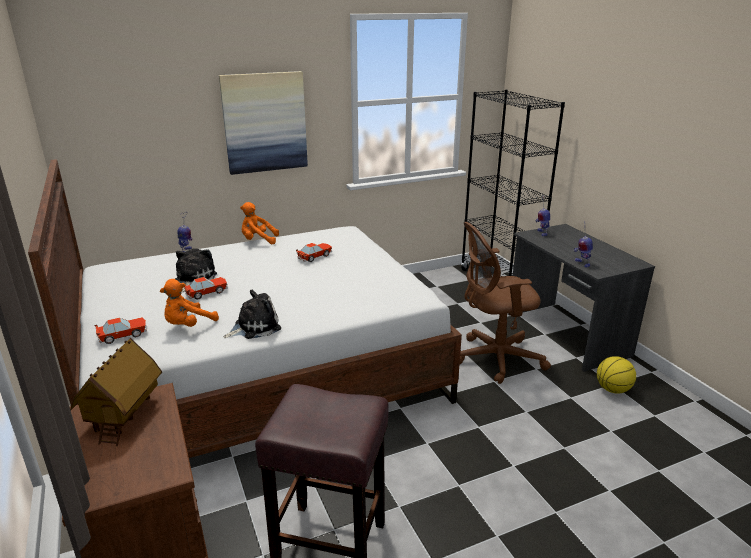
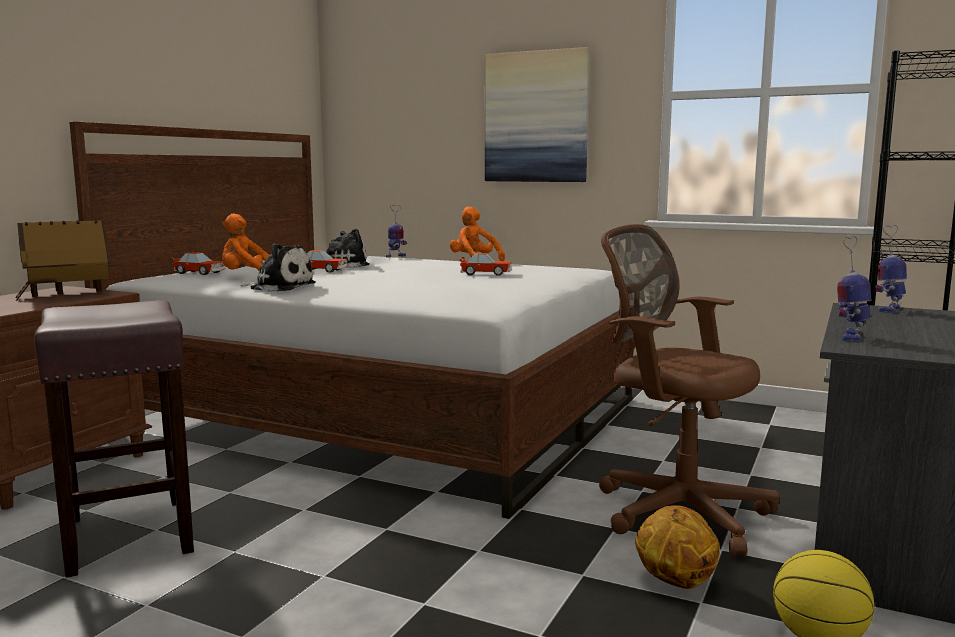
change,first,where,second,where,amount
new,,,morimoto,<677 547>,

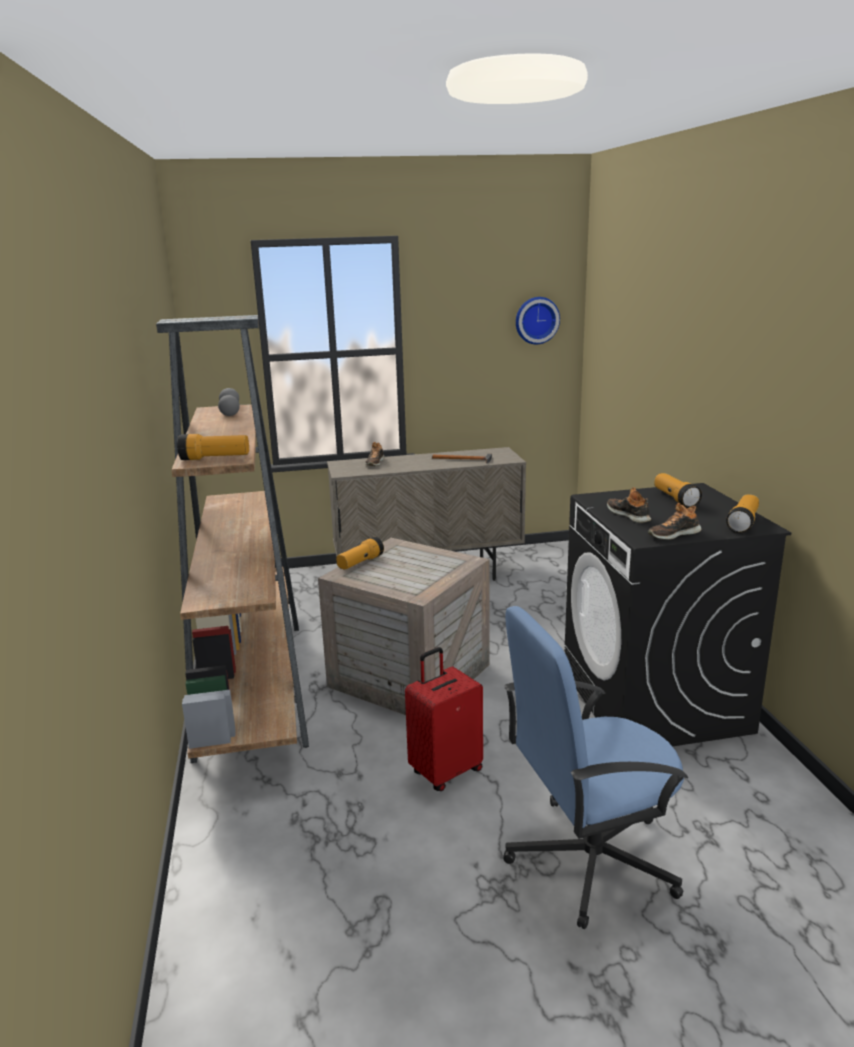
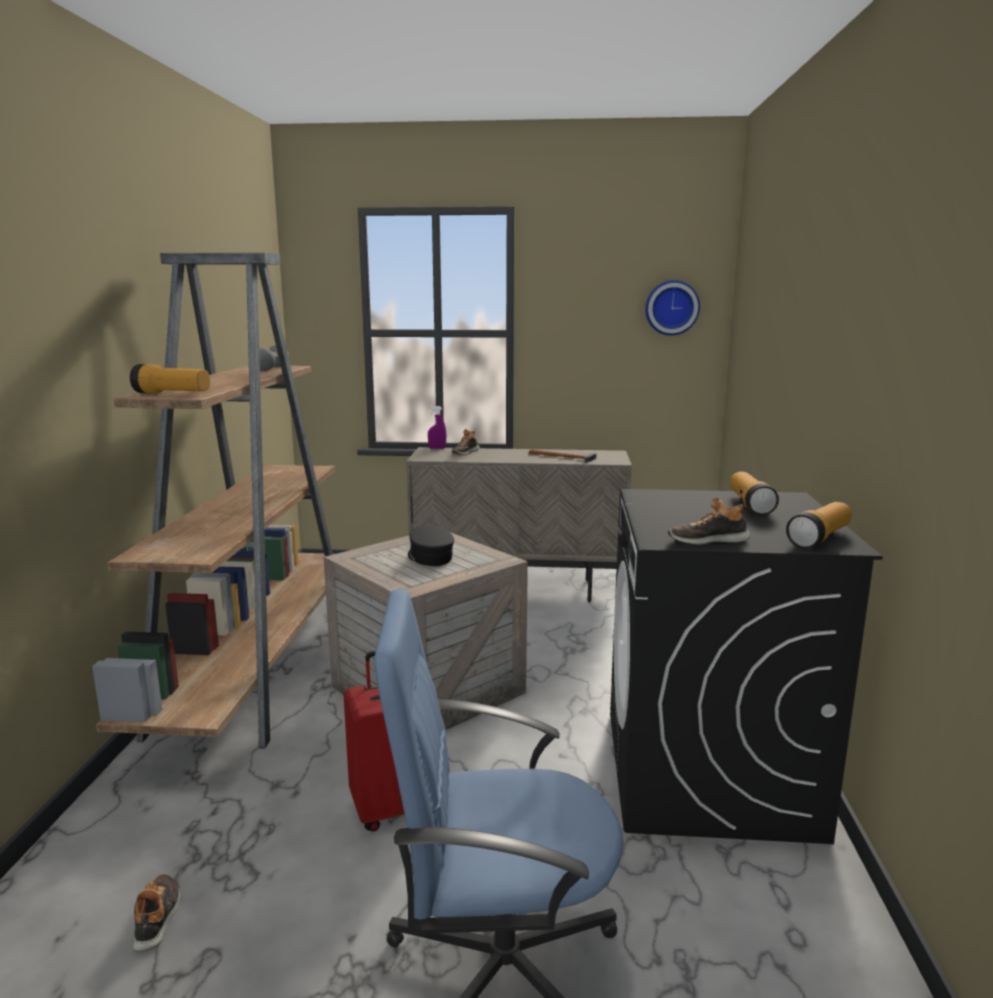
change,first,where,second,where,amount
shifted,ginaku,<629 505>,,<156 913>,
gone,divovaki,<360 553>,,,
new,,,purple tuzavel,<437 427>,
new,,,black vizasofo,<431 545>,

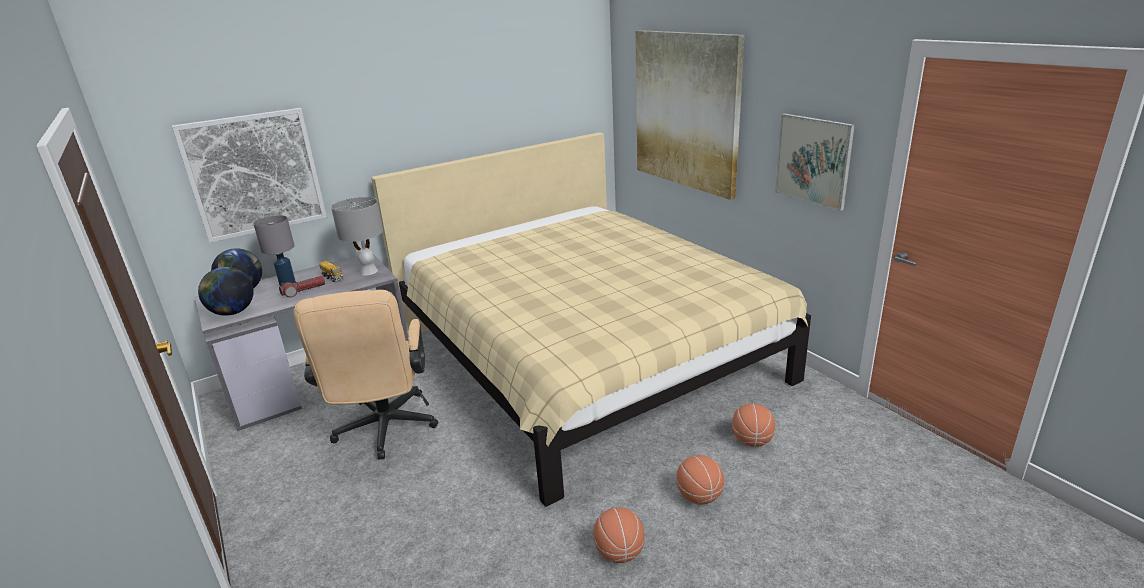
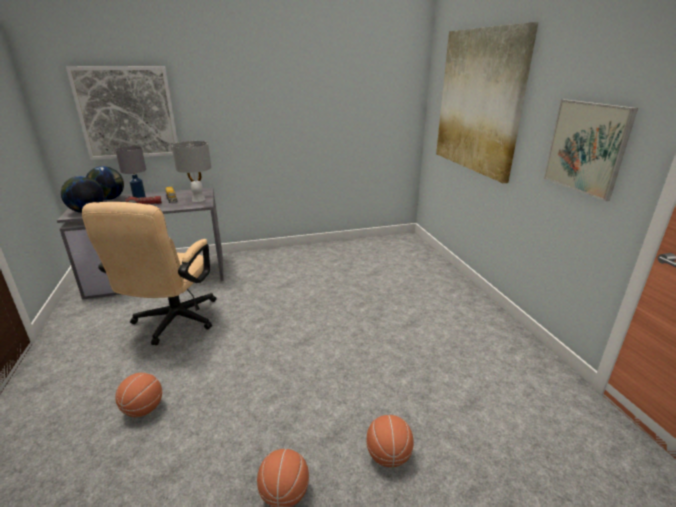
change,first,where,second,where,amount
gone,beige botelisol,<591 319>,,,
shifted,morimoto,<753 425>,,<138 395>,

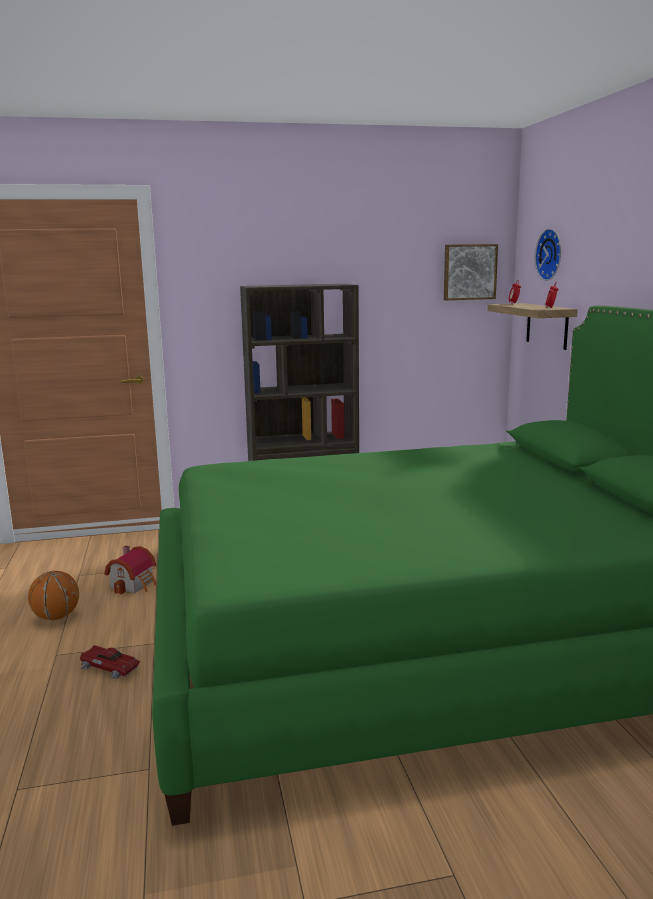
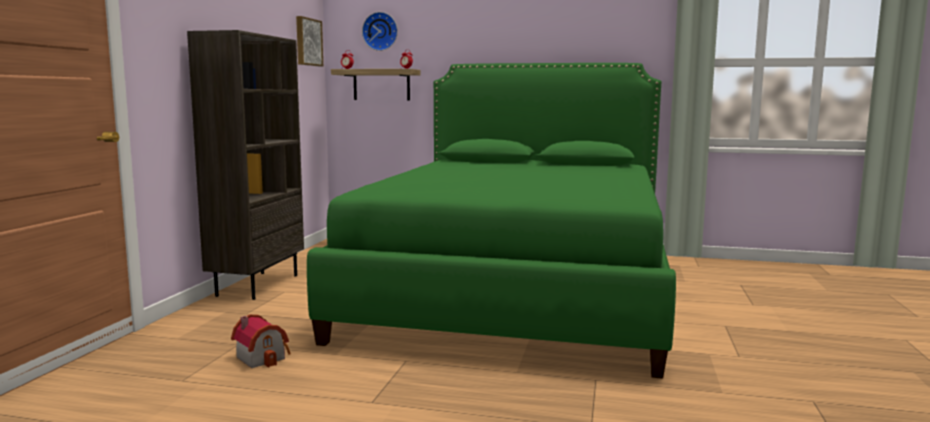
change,first,where,second,where,amount
gone,morimoto,<53 595>,,,
gone,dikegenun,<110 662>,,,

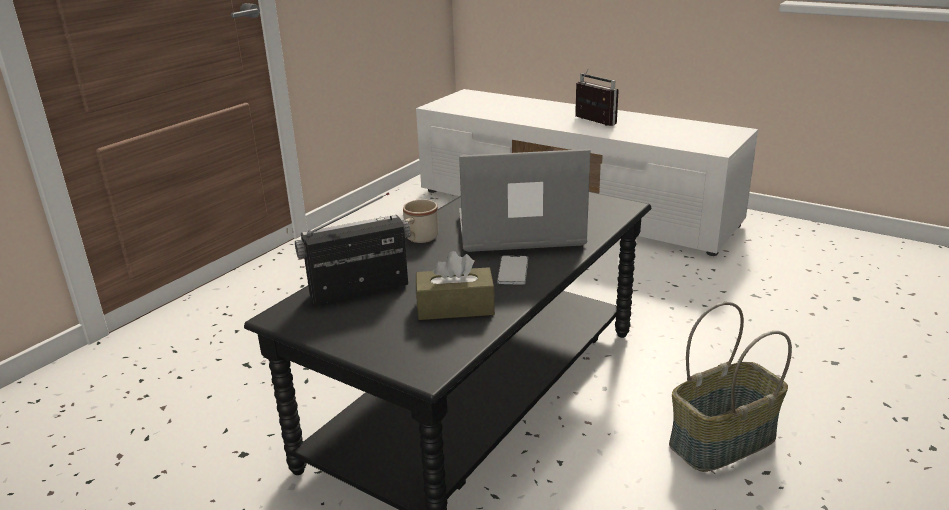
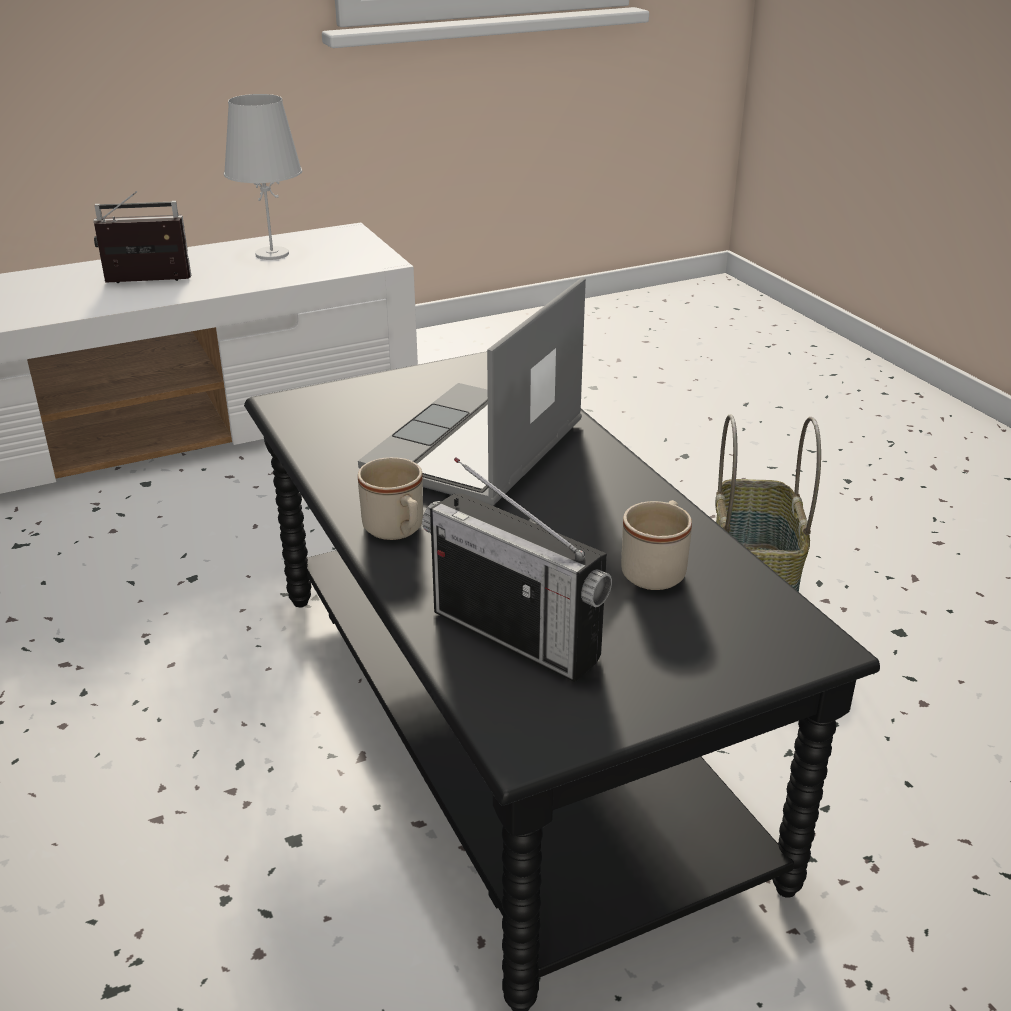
change,first,where,second,where,amount
rotated,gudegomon,<353 248>,,<517 569>,60 degrees counterclockwise
swapped,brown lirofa,<455 285>,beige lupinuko,<656 545>,
gone,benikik,<512 270>,,,
new,,,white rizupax,<263 177>,

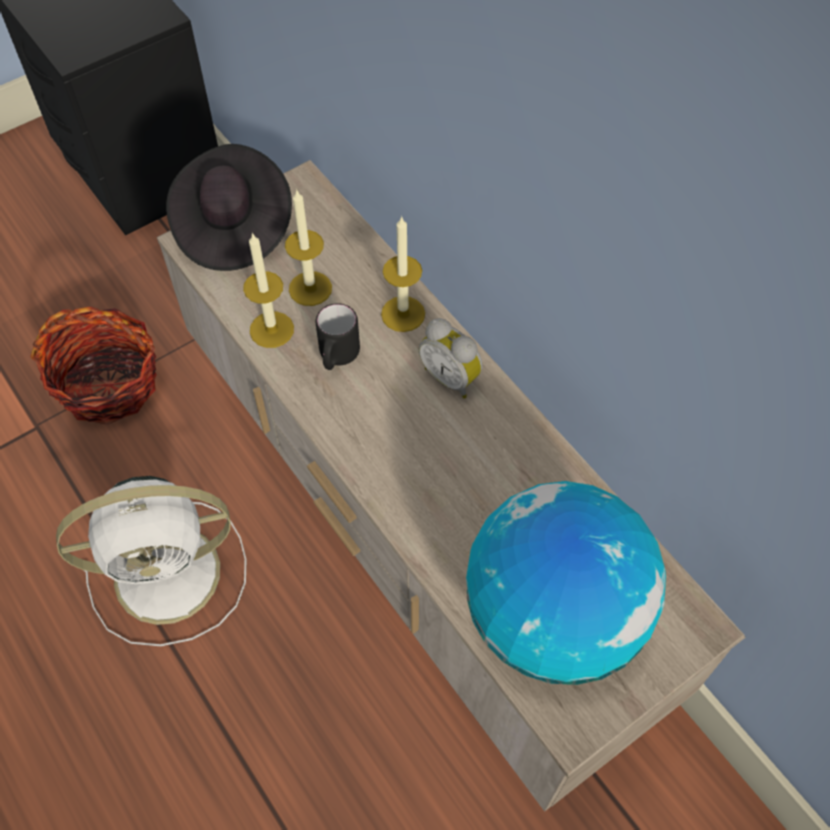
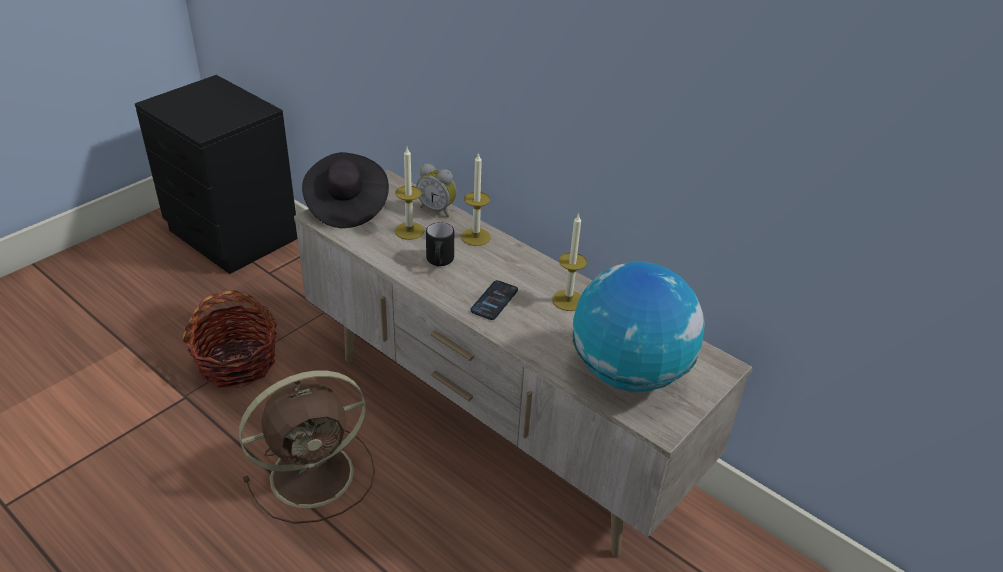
change,first,where,second,where,amount
shifted,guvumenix,<268 290>,,<569 262>,
shifted,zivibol,<450 358>,,<436 190>,
repainted,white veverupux,<151 561>,brown veverupux,<307 447>,
new,,,benikik,<494 300>,

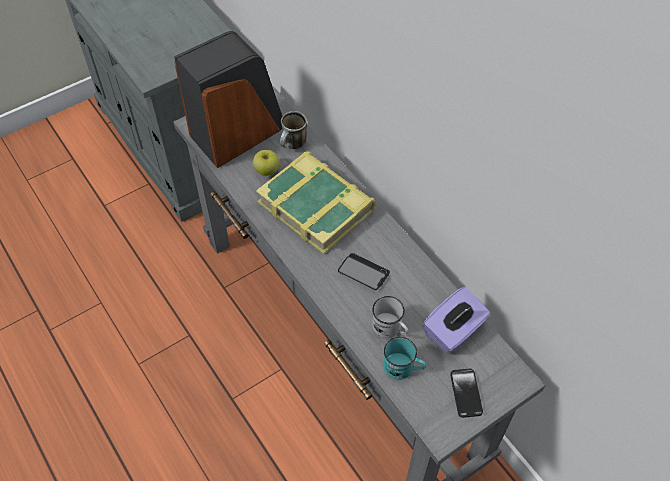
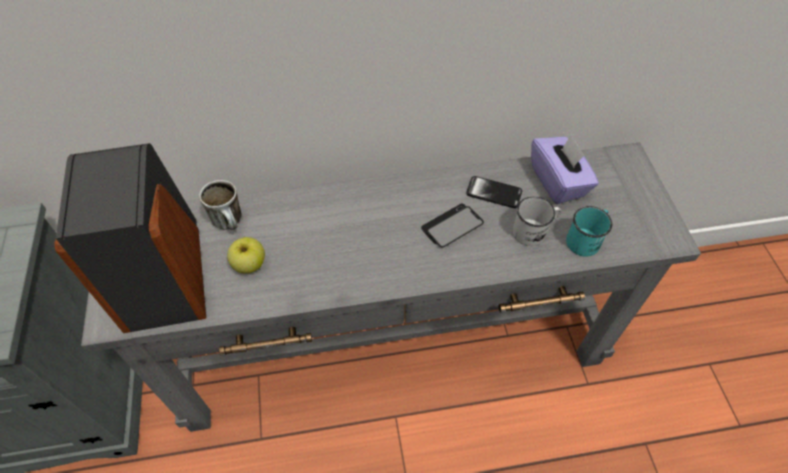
change,first,where,second,where,amount
gone,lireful,<316 203>,,,
shifted,benikik,<466 393>,,<494 192>,

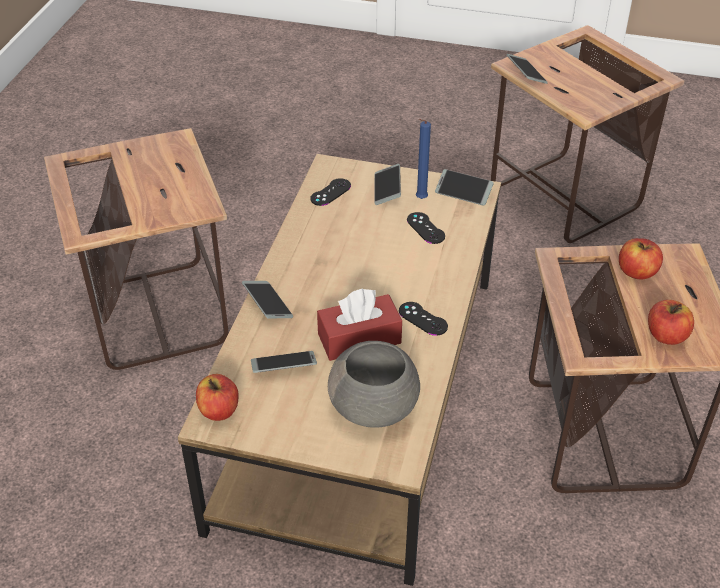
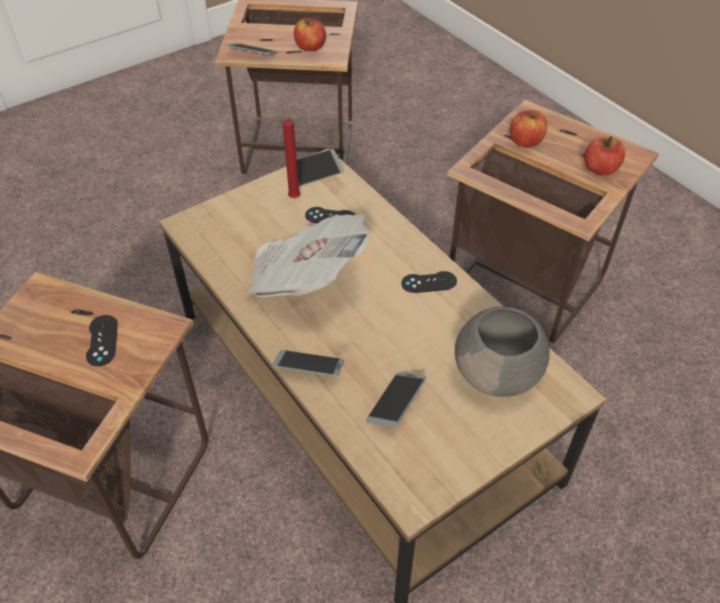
change,first,where,second,where,amount
repainted,blue guvumenix,<423 159>,red guvumenix,<291 158>,
gone,benikik,<388 184>,,,
shifted,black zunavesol,<330 192>,,<102 340>,
gone,red lirofa,<359 325>,,,
shifted,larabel,<217 397>,,<310 35>,
new,,,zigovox,<308 255>,

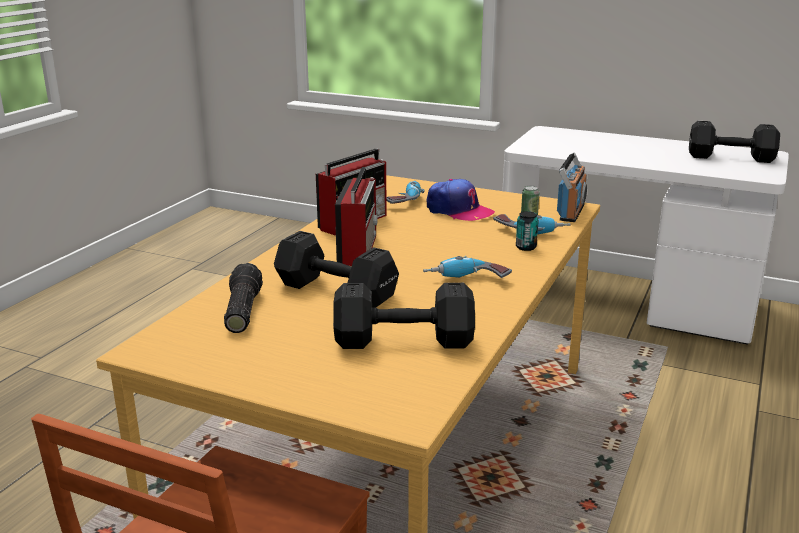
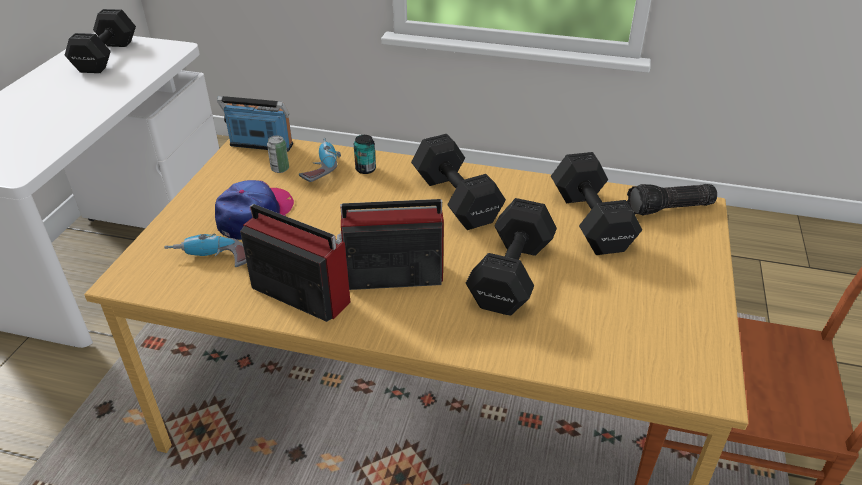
change,first,where,second,where,amount
swapped,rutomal,<467 267>,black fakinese,<458 182>,
shifted,divovaki,<243 298>,,<672 199>,

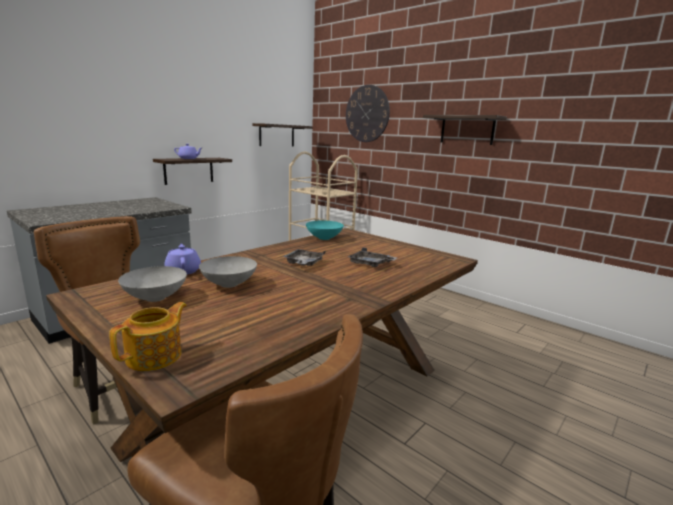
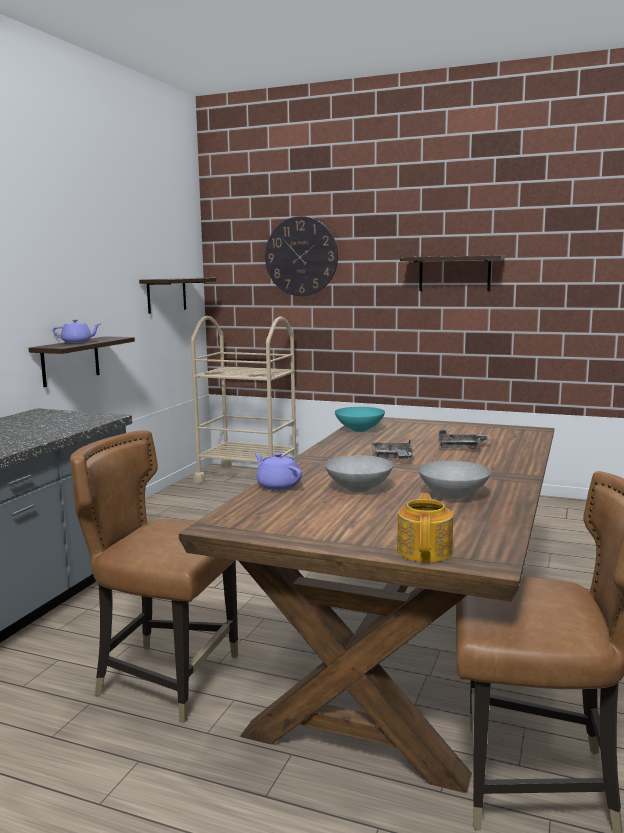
change,first,where,second,where,amount
shifted,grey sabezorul,<152 284>,,<454 480>,

